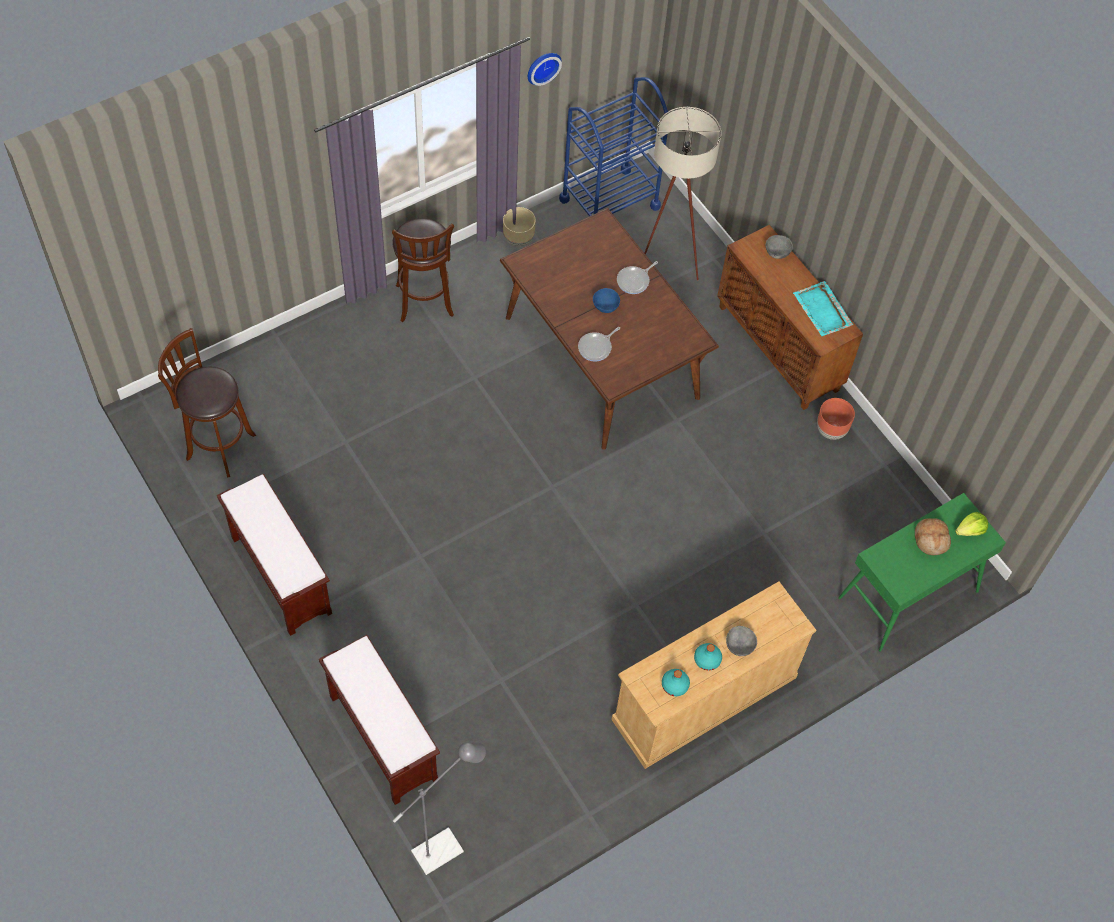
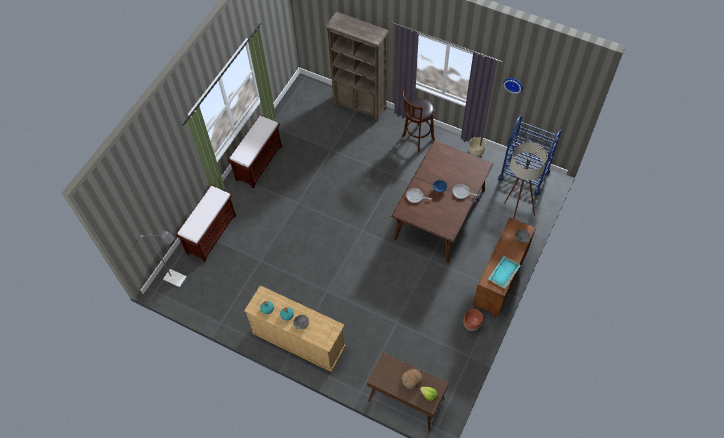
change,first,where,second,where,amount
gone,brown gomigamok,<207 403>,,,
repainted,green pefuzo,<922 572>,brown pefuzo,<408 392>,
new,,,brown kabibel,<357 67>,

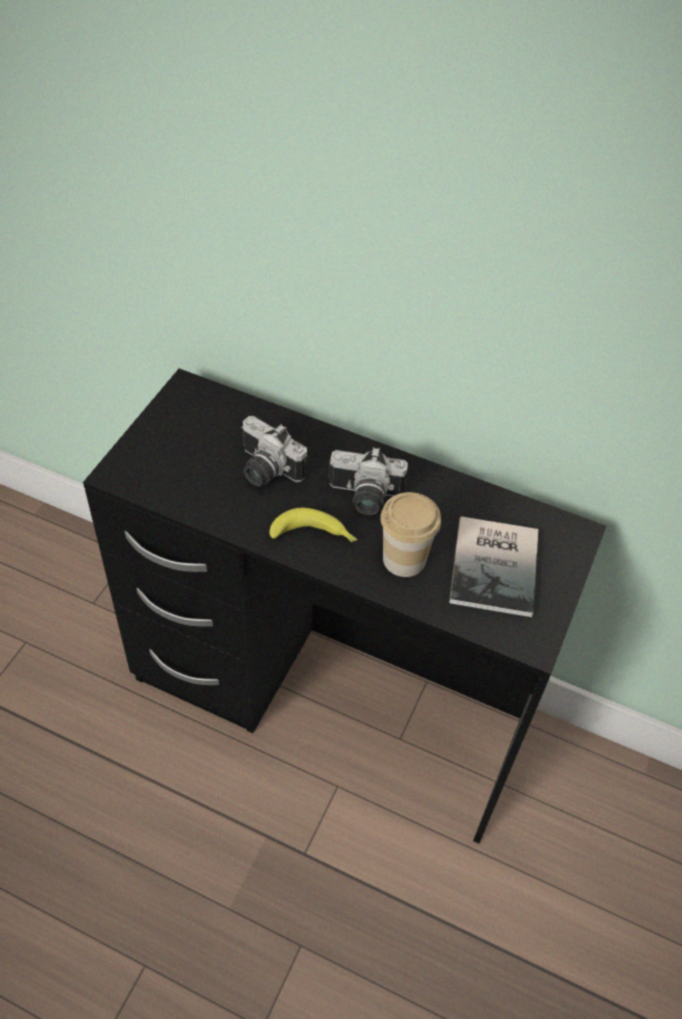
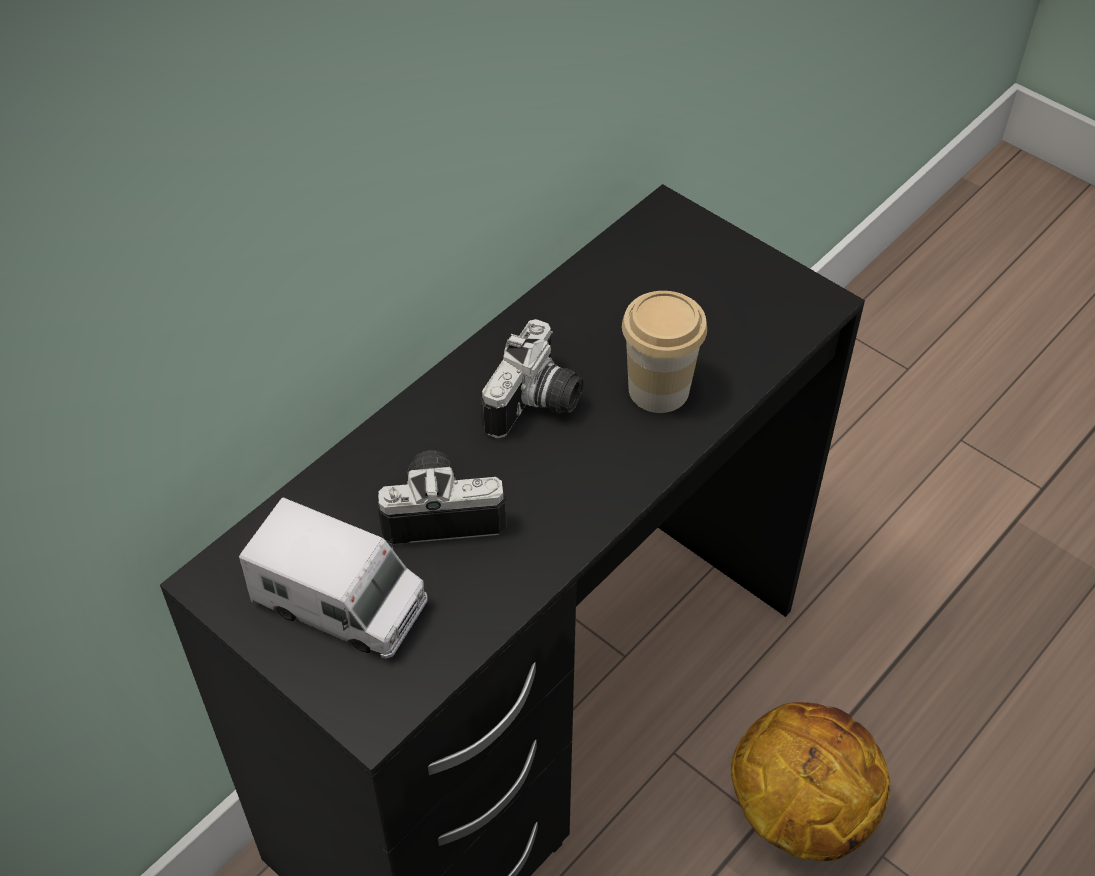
change,first,where,second,where,amount
rotated,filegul,<274 451>,,<442 497>,150 degrees counterclockwise
gone,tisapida,<313 525>,,,
gone,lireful,<493 566>,,,
new,,,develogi,<333 578>,
new,,,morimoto,<810 781>,

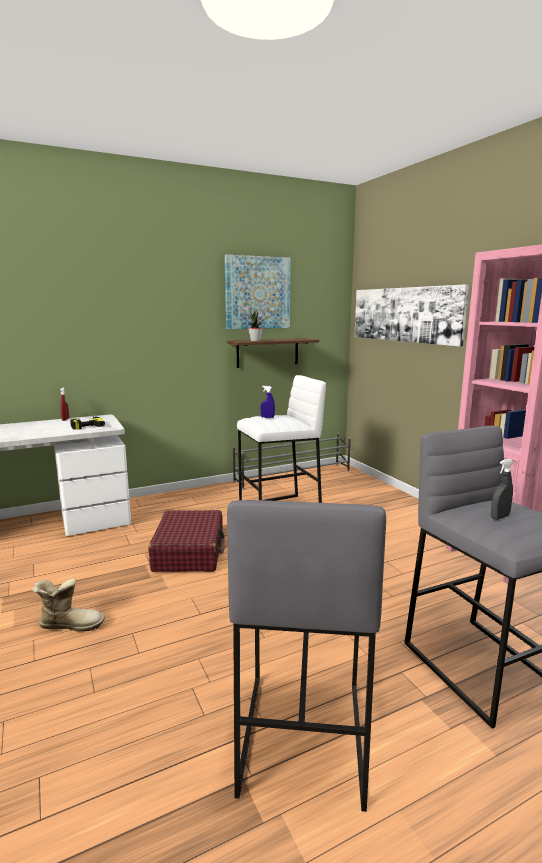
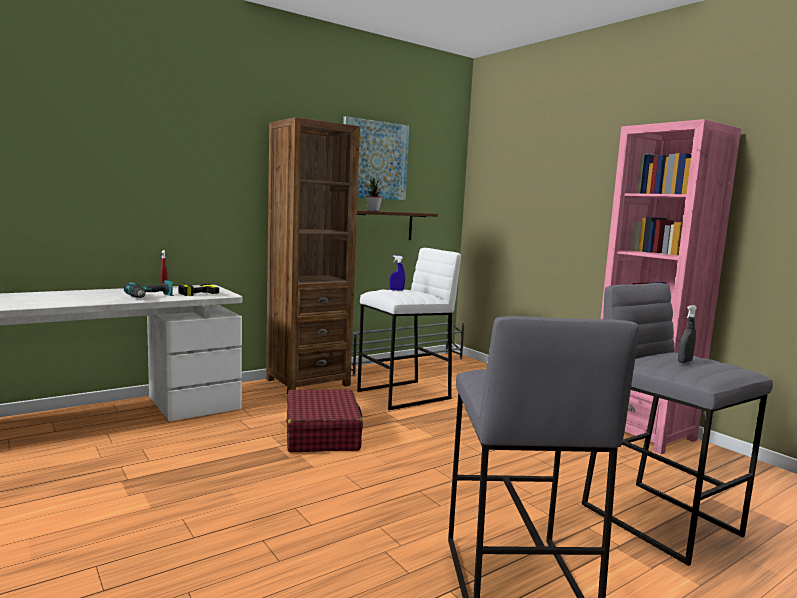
change,first,where,second,where,amount
gone,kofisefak,<412 315>,,,
gone,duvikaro,<68 605>,,,
new,,,brown kabibel,<313 255>,
new,,,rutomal,<149 289>,

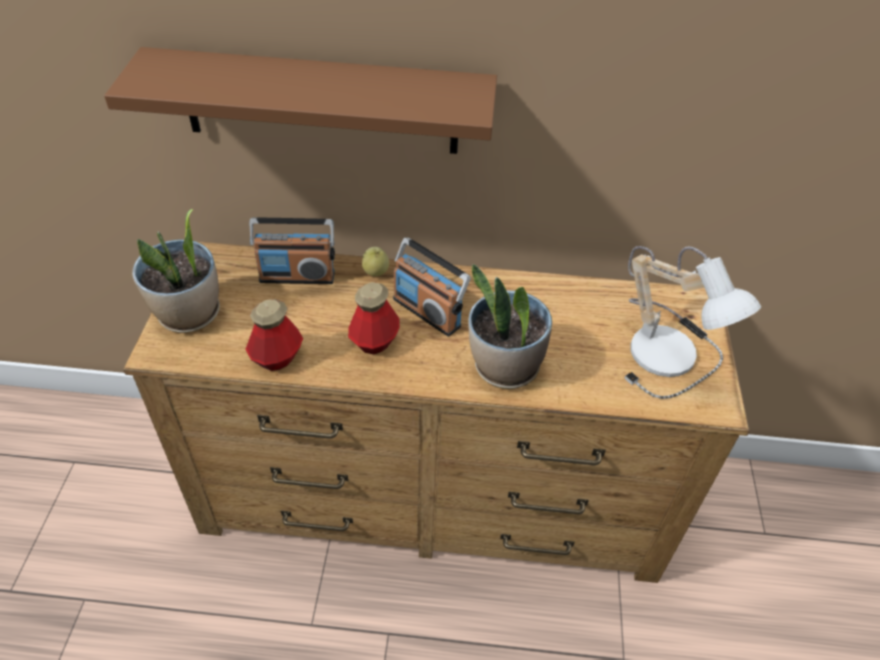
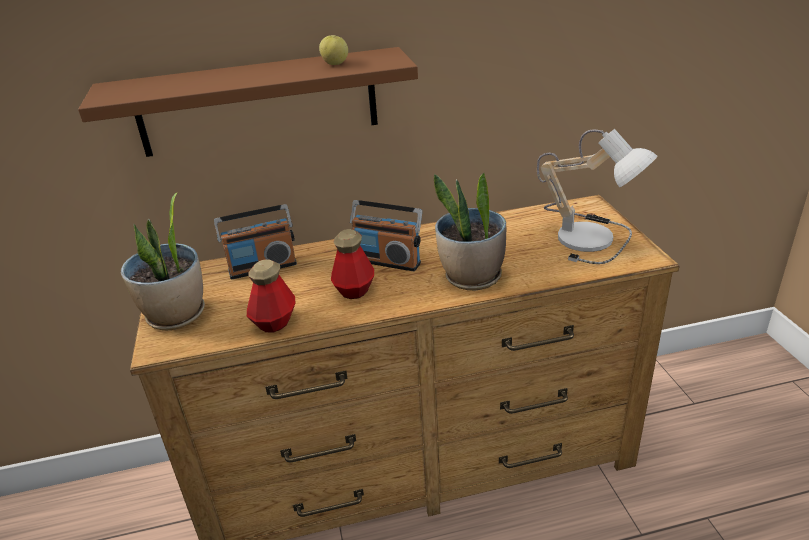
change,first,where,second,where,amount
shifted,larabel,<375 261>,,<333 50>,

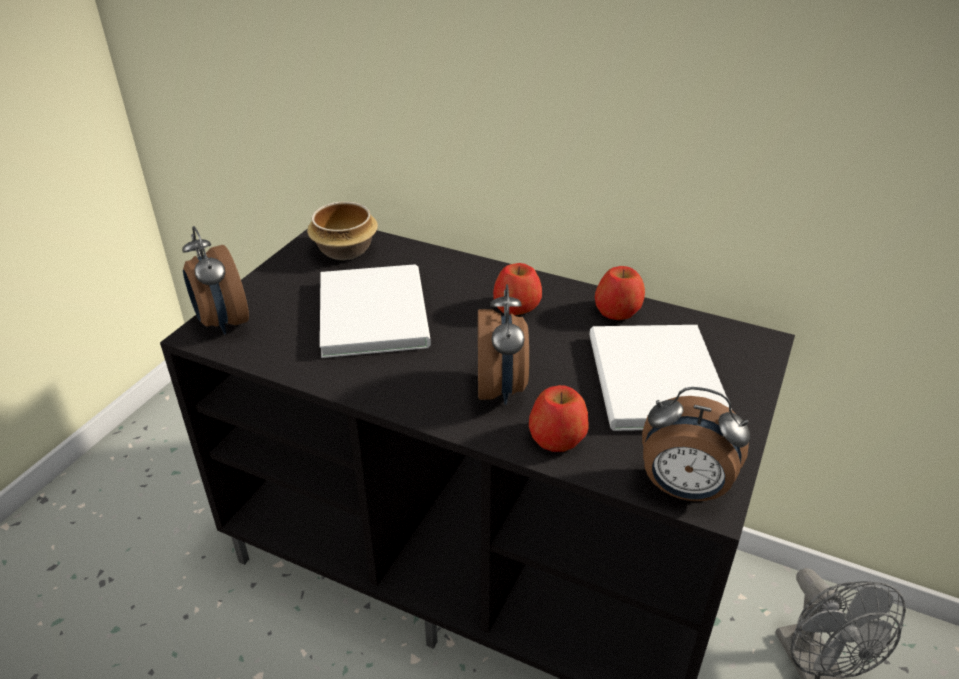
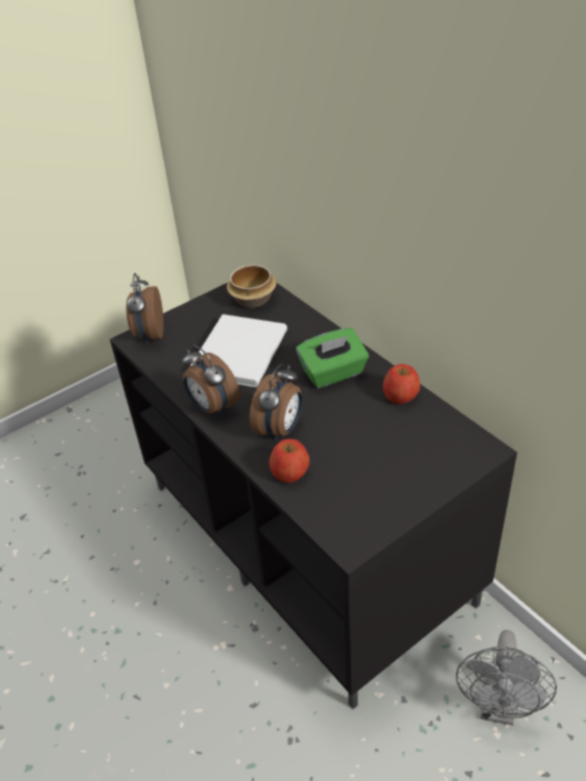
change,first,where,second,where,amount
swapped,larabel,<517 289>,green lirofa,<332 358>,
gone,white lireful,<660 378>,,,
shifted,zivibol,<696 444>,,<211 380>,

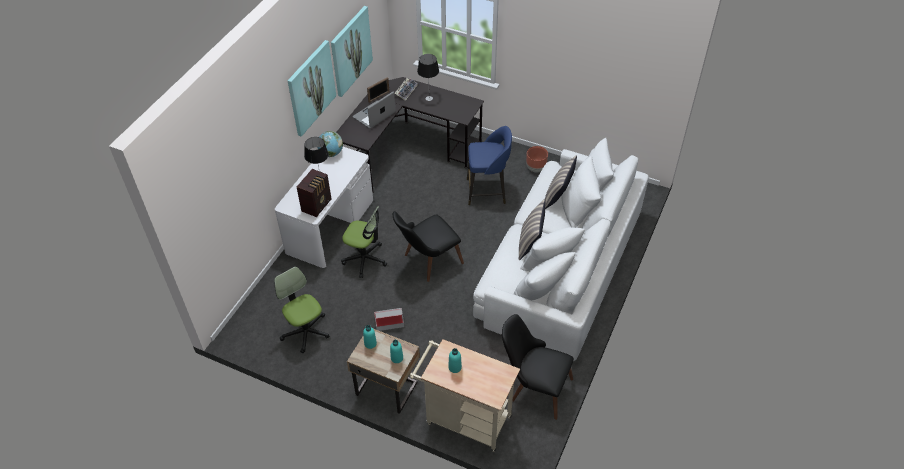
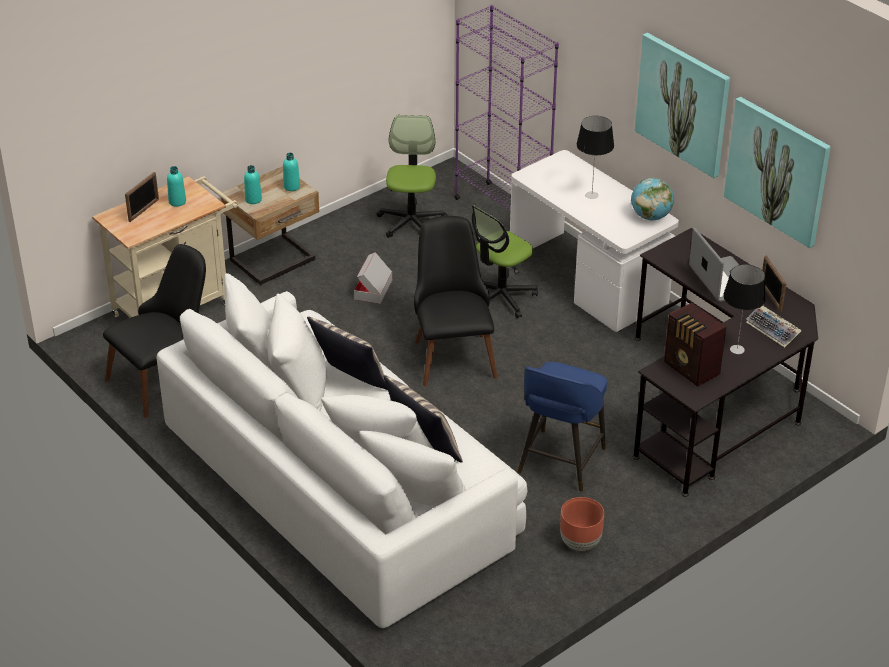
change,first,where,second,where,amount
shifted,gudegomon,<314 193>,,<695 345>,
rotated,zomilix,<302 310>,,<412 176>,75 degrees counterclockwise
new,,,purple kabibel,<506 107>,
new,,,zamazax,<142 197>,

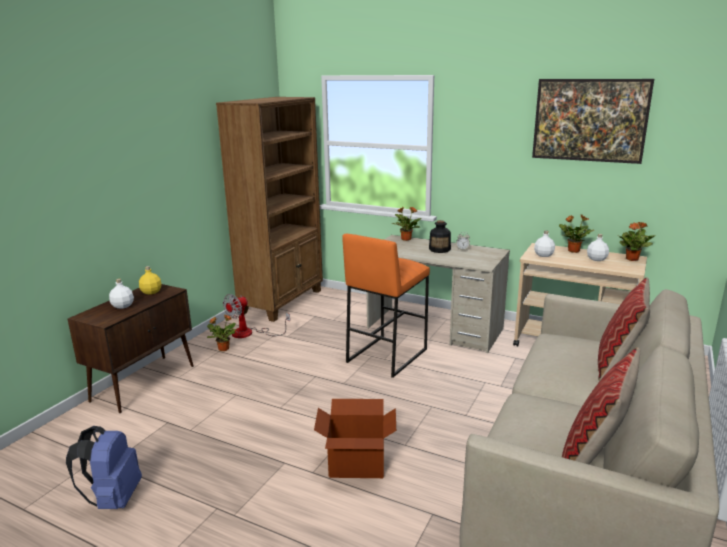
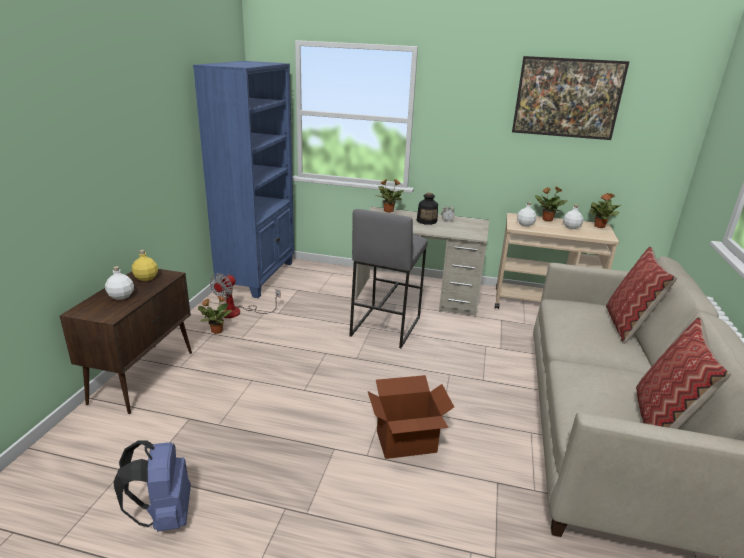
change,first,where,second,where,amount
repainted,brown kabibel,<269 209>,blue kabibel,<243 179>,
repainted,orange gomigamok,<386 306>,grey gomigamok,<388 278>,

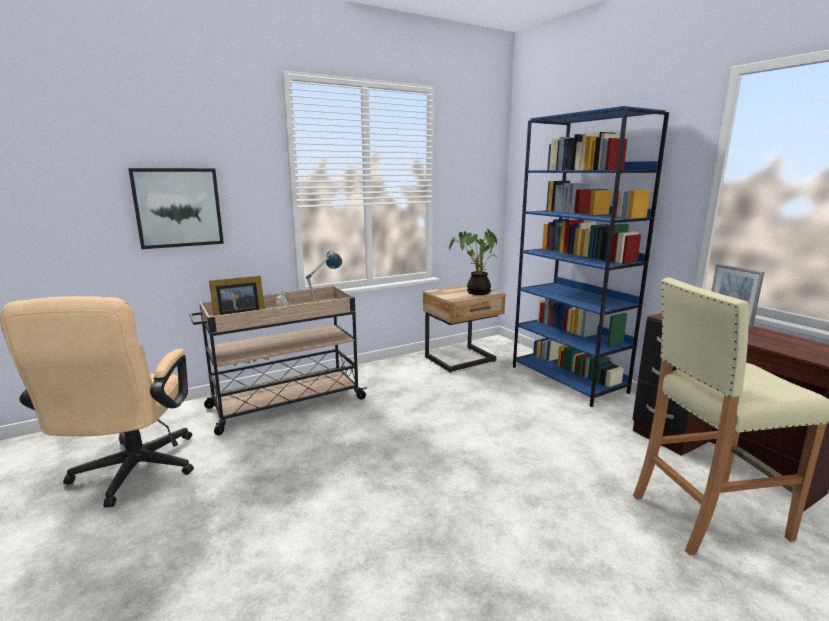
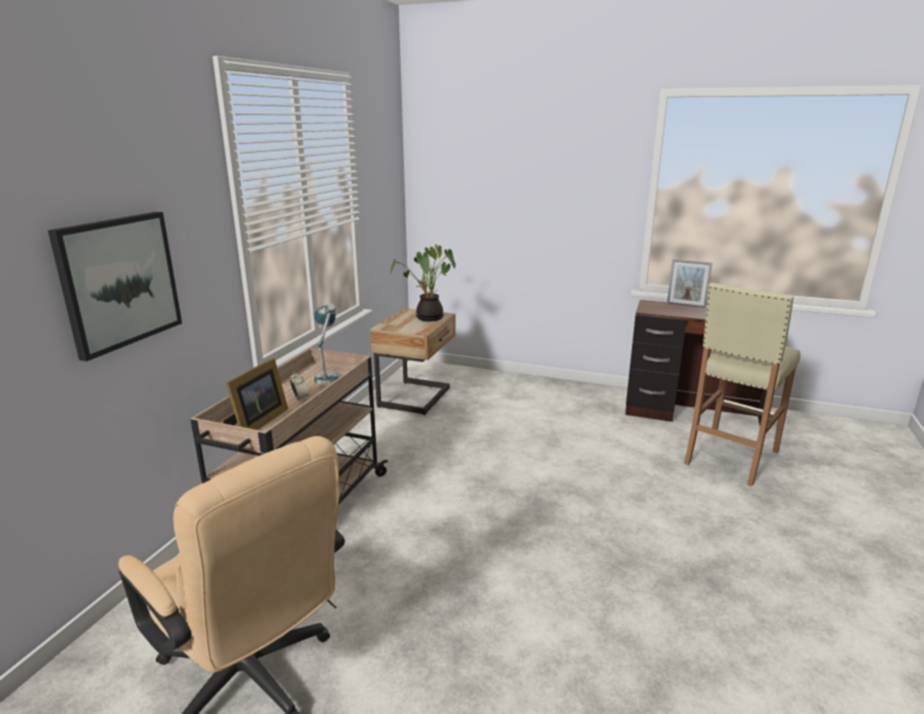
change,first,where,second,where,amount
gone,blue kabibel,<591 256>,,,

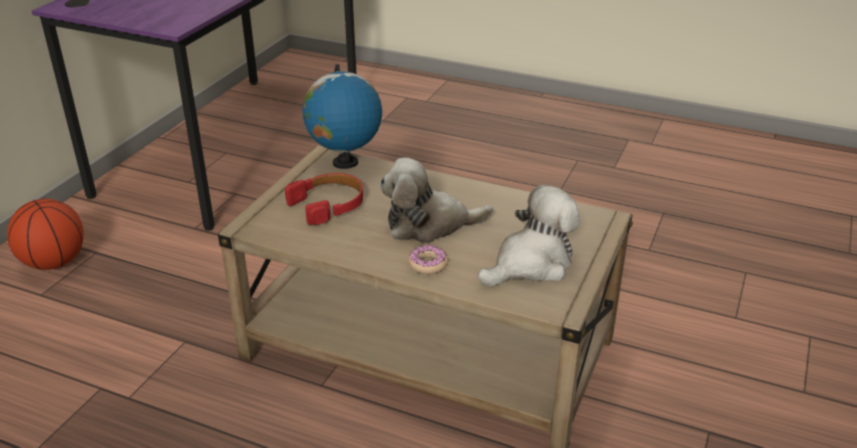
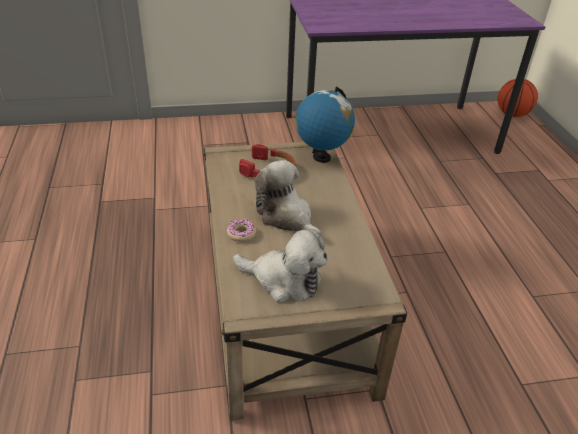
change,first,where,second,where,amount
shifted,morimoto,<45 234>,,<517 98>,

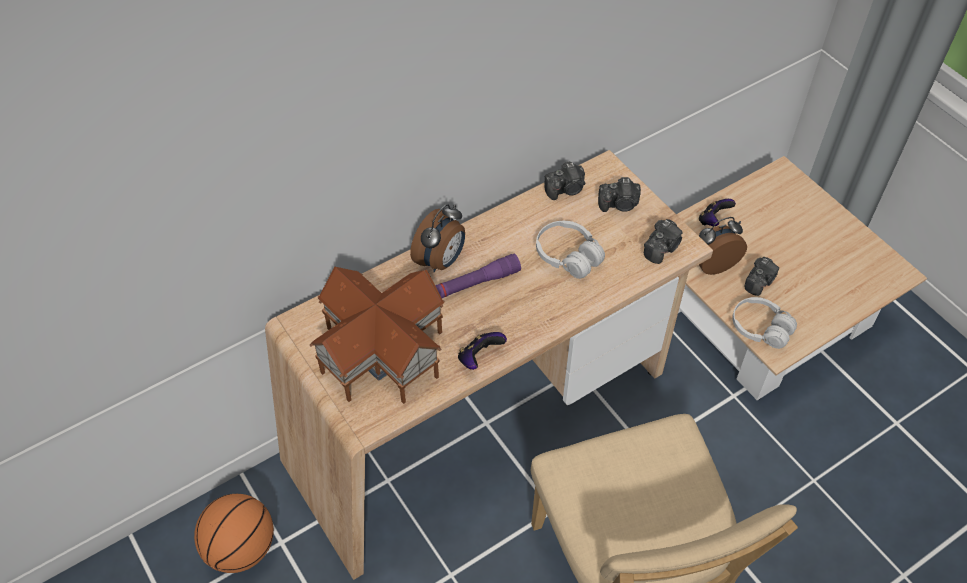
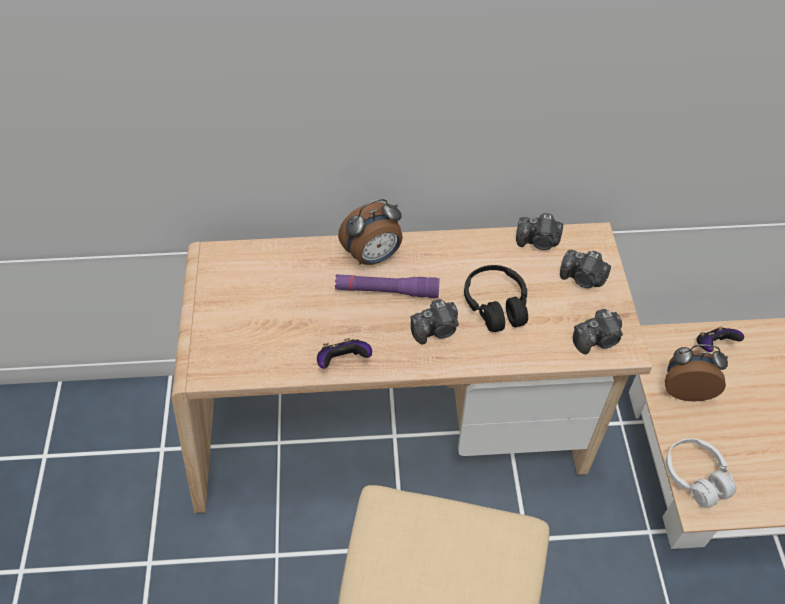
change,first,where,second,where,amount
repainted,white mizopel,<570 250>,black mizopel,<496 298>,
shifted,filegul,<761 276>,,<434 321>,
gone,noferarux,<377 335>,,,
gone,morimoto,<234 533>,,,

